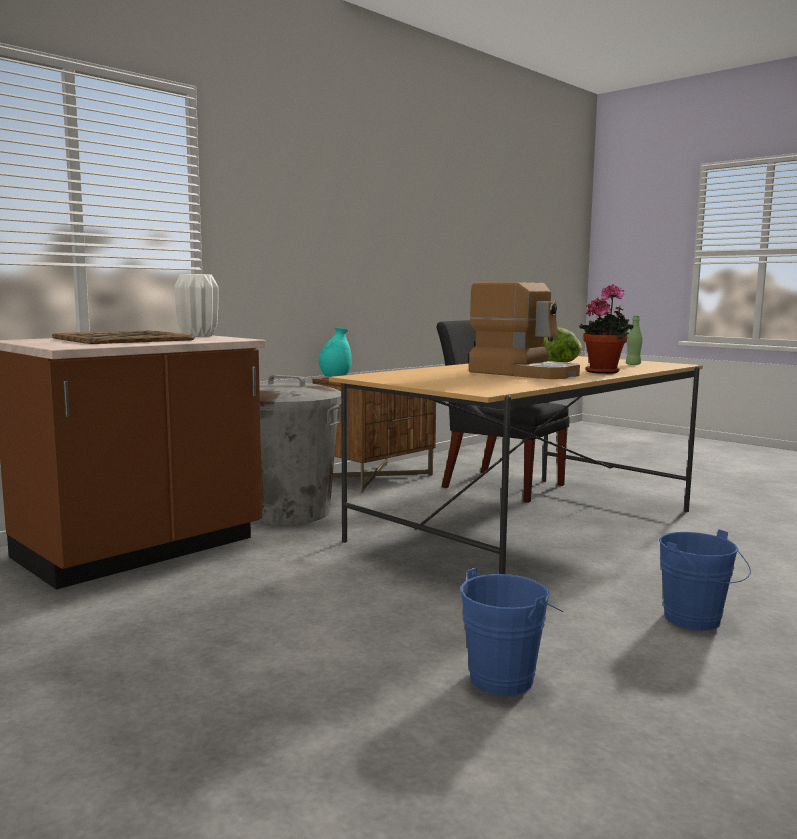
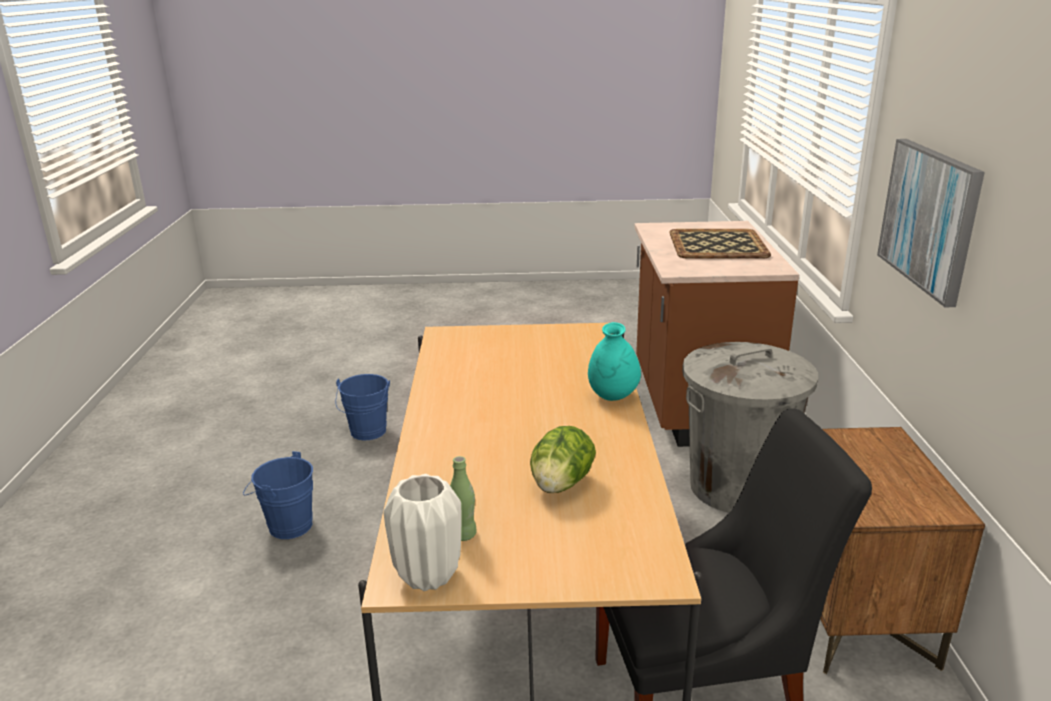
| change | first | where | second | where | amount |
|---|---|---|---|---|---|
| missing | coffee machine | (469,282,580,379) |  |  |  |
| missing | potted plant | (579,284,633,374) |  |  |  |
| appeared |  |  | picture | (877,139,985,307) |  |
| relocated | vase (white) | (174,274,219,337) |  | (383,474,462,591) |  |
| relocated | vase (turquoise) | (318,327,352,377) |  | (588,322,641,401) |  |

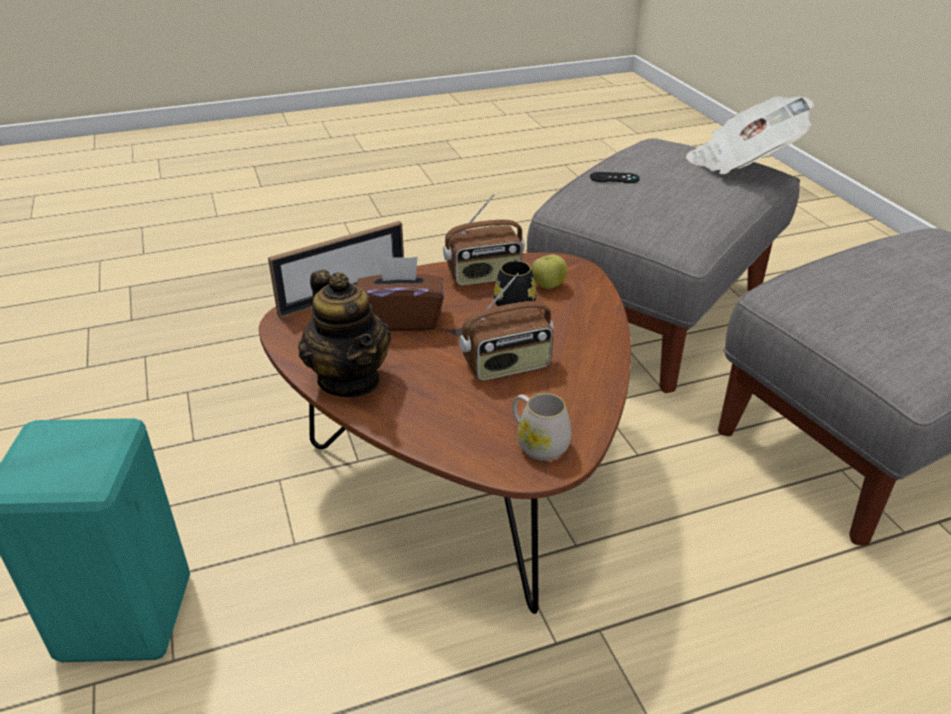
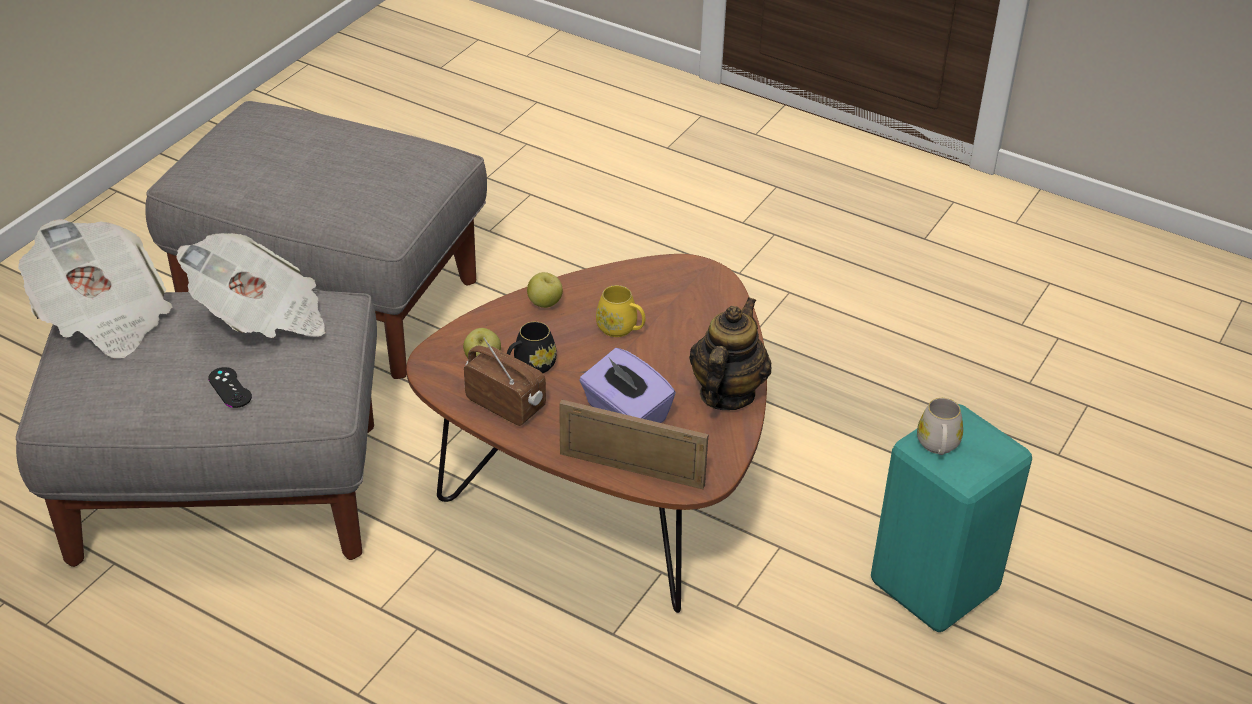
| change | first | where | second | where | amount |
|---|---|---|---|---|---|
| appeared |  |  | newspaper | (177,233,325,338) |  |
| appeared |  |  | apple | (527,272,563,308) |  |
| relocated | mug (white) | (512,393,571,461) |  | (917,398,963,455) |  |
| exchanged | radio | (459,273,554,381) | mug (yellow) | (596,285,645,337) |  |
| colour | tissue box (brown) | (356,257,444,331) | tissue box (purple) | (579,348,676,423) |  |

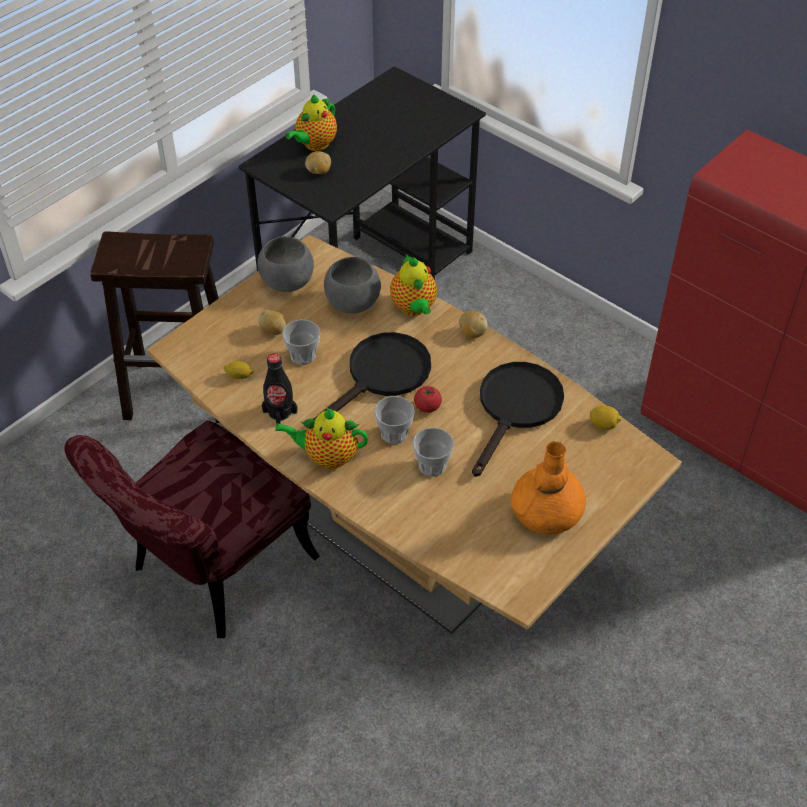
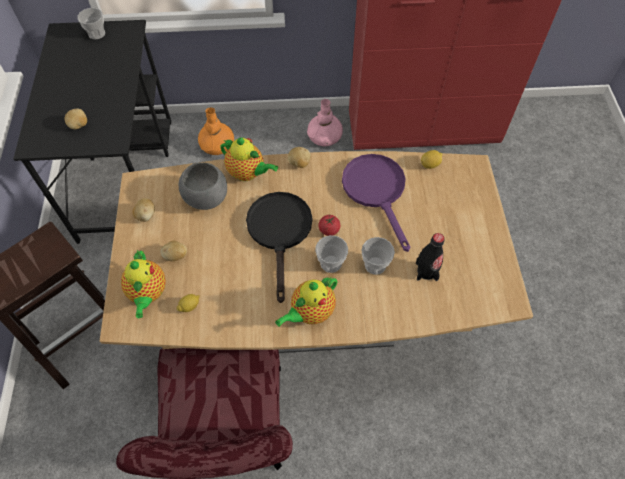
| change | first | where | second | where | amount |
|---|---|---|---|---|---|
| appeared |  |  | vase (pink) | (307,99,343,147) |  |
| relocated | bottle (black) | (262,353,298,424) |  | (416,233,445,281) |  |
| relocated | cup | (282,319,320,365) |  | (77,8,105,40) |  |
| relocated | teapot | (285,95,337,151) |  | (121,250,166,318) |  |
| relocated | vase (orange) | (510,441,586,534) |  | (198,107,234,155) |  |
| exchanged | bowl (grey) | (257,236,314,292) | potato | (132,198,155,222) |  |
| colour | frying pan (black) | (472,362,564,477) | frying pan (purple) | (342,154,410,252) |  |

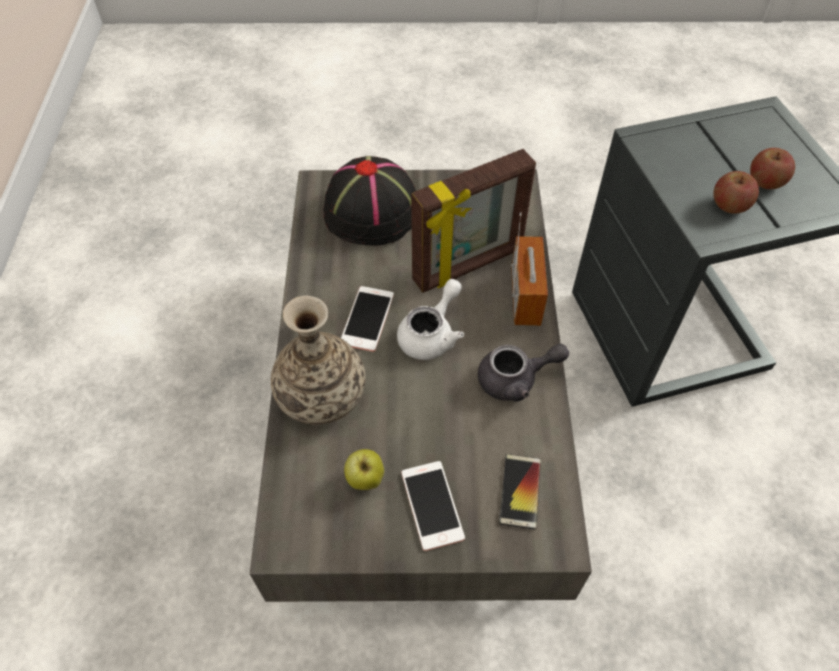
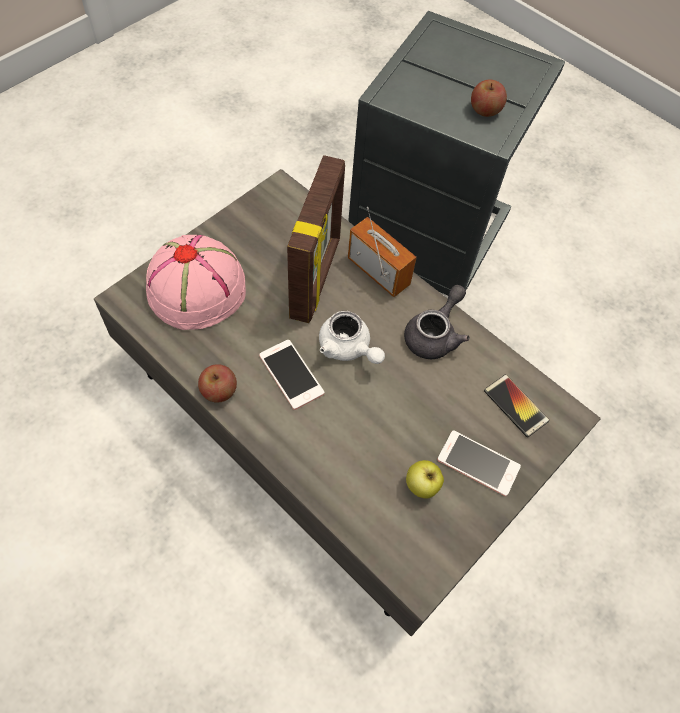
| change | first | where | second | where | amount |
|---|---|---|---|---|---|
| missing | vase | (271,296,366,425) |  |  |  |
| relocated | apple | (750,148,795,189) |  | (198,364,237,403) |  |
| colour | hat (black) | (323,156,416,246) | hat (pink) | (146,235,246,330) |  |
| spun | teapot (white) | (397,279,464,360) |  | (319,311,385,364) | 150 degrees clockwise |

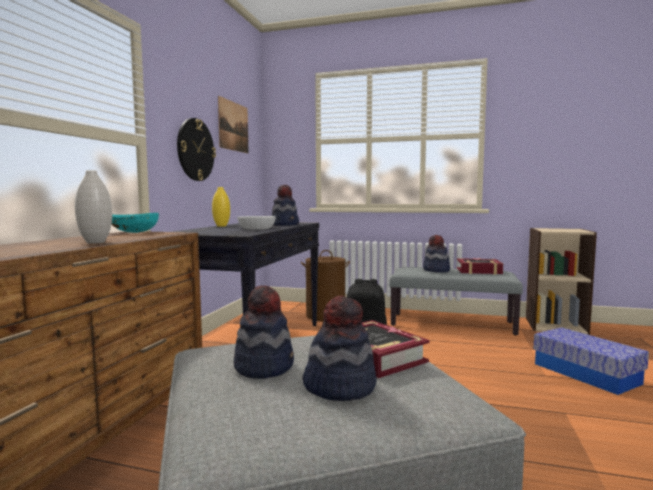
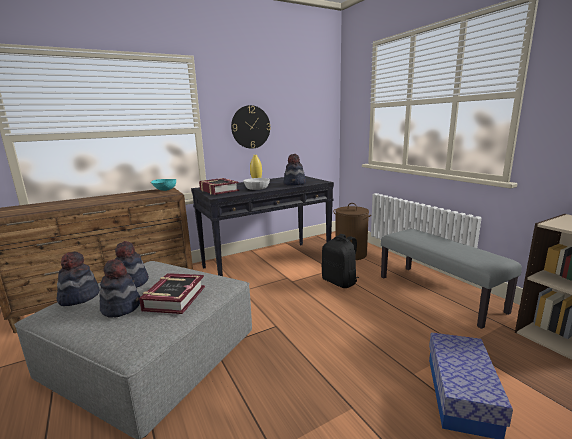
| change | first | where | second | where | amount |
|---|---|---|---|---|---|
| missing | vase (white) | (75,170,112,244) |  |  |  |
| missing | picture | (218,96,249,153) |  |  |  |
| relocated | hat | (423,235,450,273) |  | (57,251,100,306) |  |
| relocated | book | (457,258,503,275) |  | (199,178,239,195) |  |

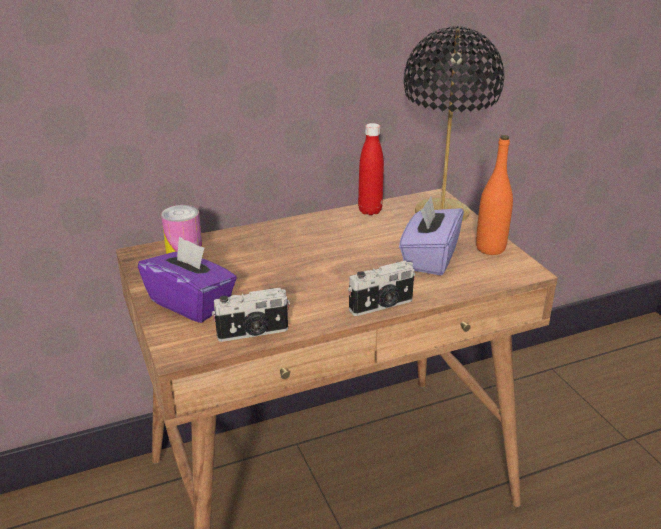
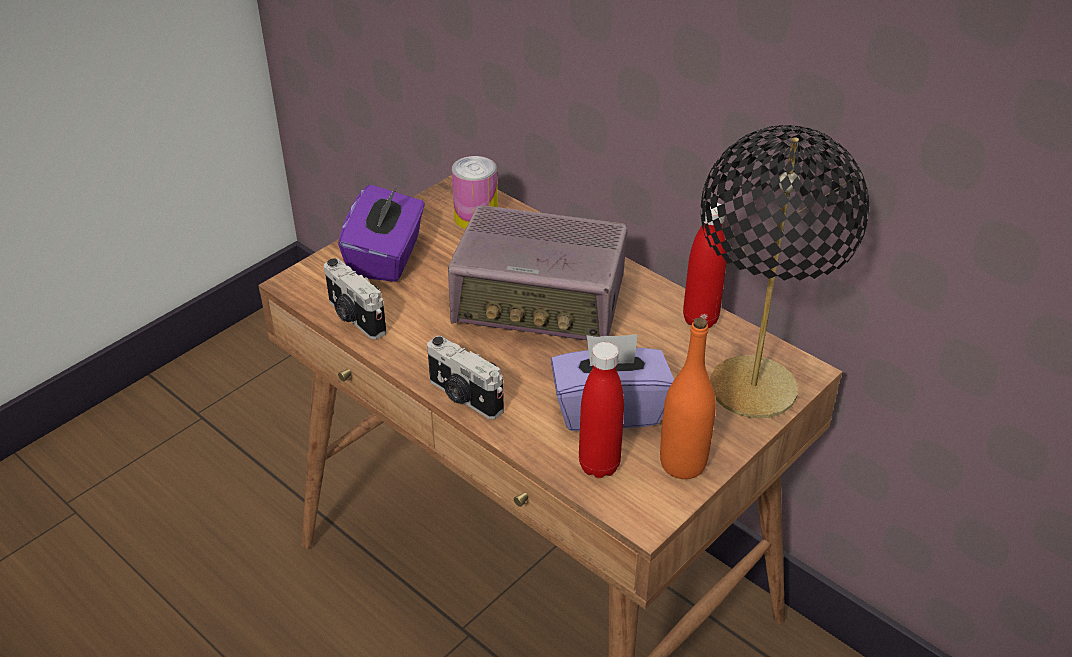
| change | first | where | second | where | amount |
|---|---|---|---|---|---|
| appeared |  |  | radio | (448,205,627,340) |  |
| appeared |  |  | bottle (red) | (579,342,624,478) |  |

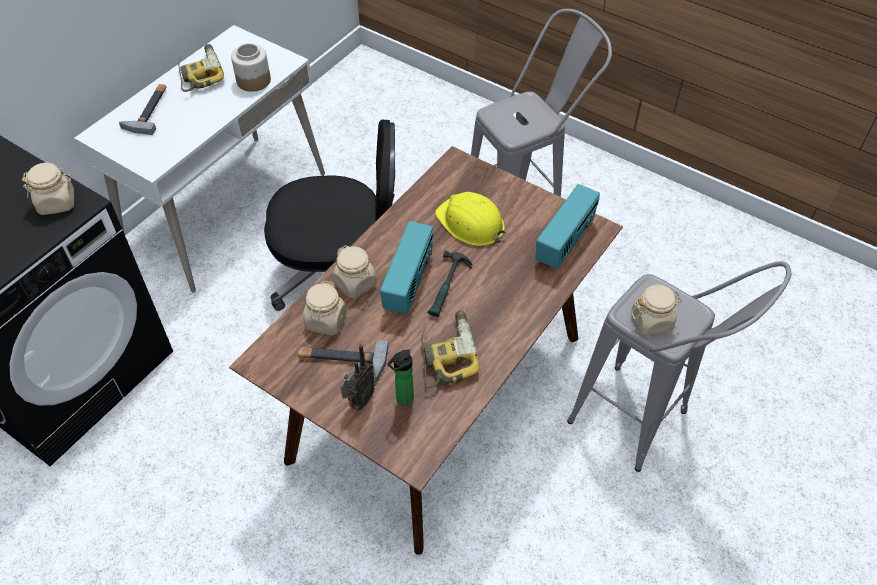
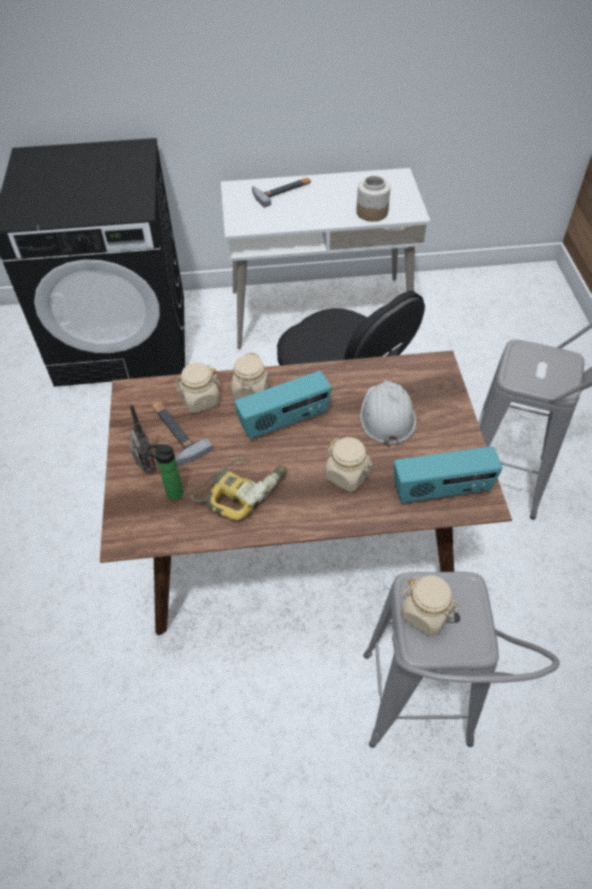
| change | first | where | second | where | amount |
|---|---|---|---|---|---|
| missing | power drill | (178,44,224,92) |  |  |  |
| missing | hammer | (428,251,472,317) |  |  |  |
| relocated | jar (beige) | (21,163,74,215) |  | (325,437,372,492) |  |
| colour | hard hat (yellow) | (435,192,506,246) | hard hat (white) | (360,380,416,447) |  |
| spun | radio | (341,344,375,411) |  | (129,404,157,473) | 105 degrees counterclockwise |

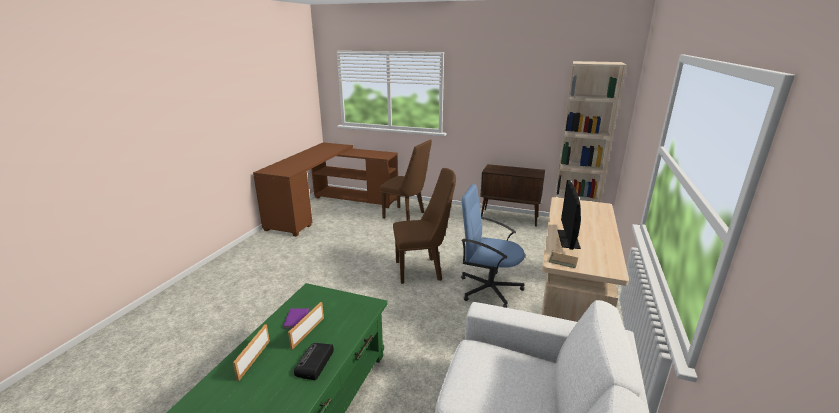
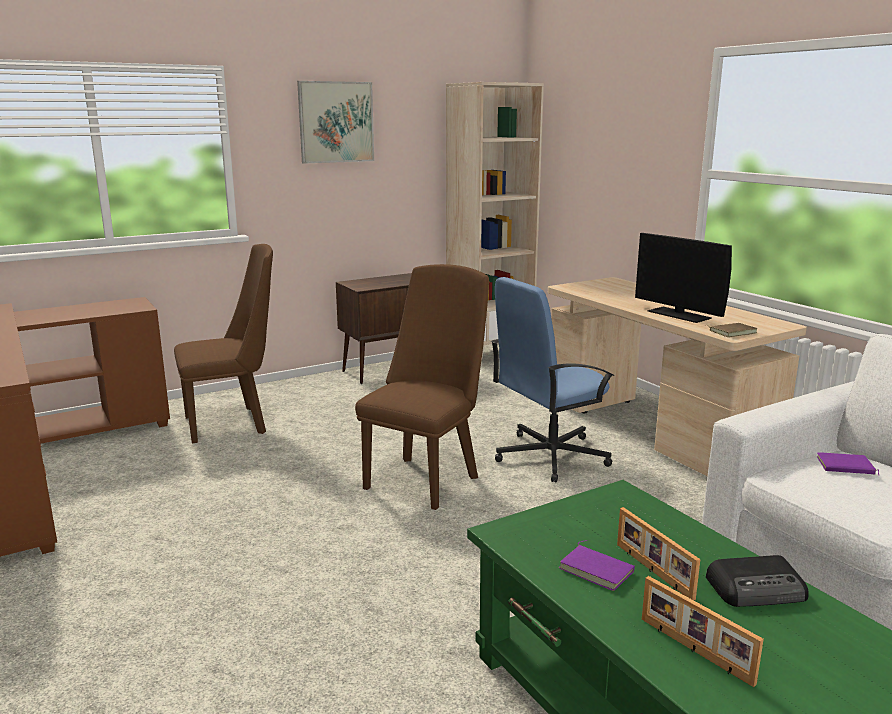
| change | first | where | second | where | amount |
|---|---|---|---|---|---|
| appeared |  |  | picture | (297,81,374,164) |  |
| appeared |  |  | book (purple) | (817,452,880,476) |  |
| spun | radio | (294,343,334,380) |  | (706,555,809,607) | 60 degrees counterclockwise |

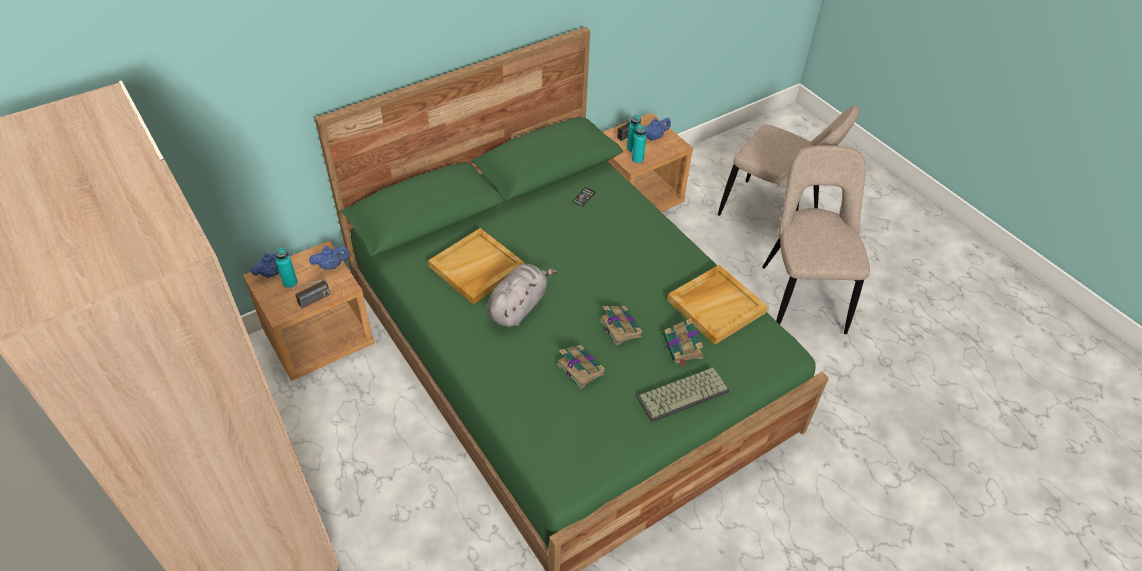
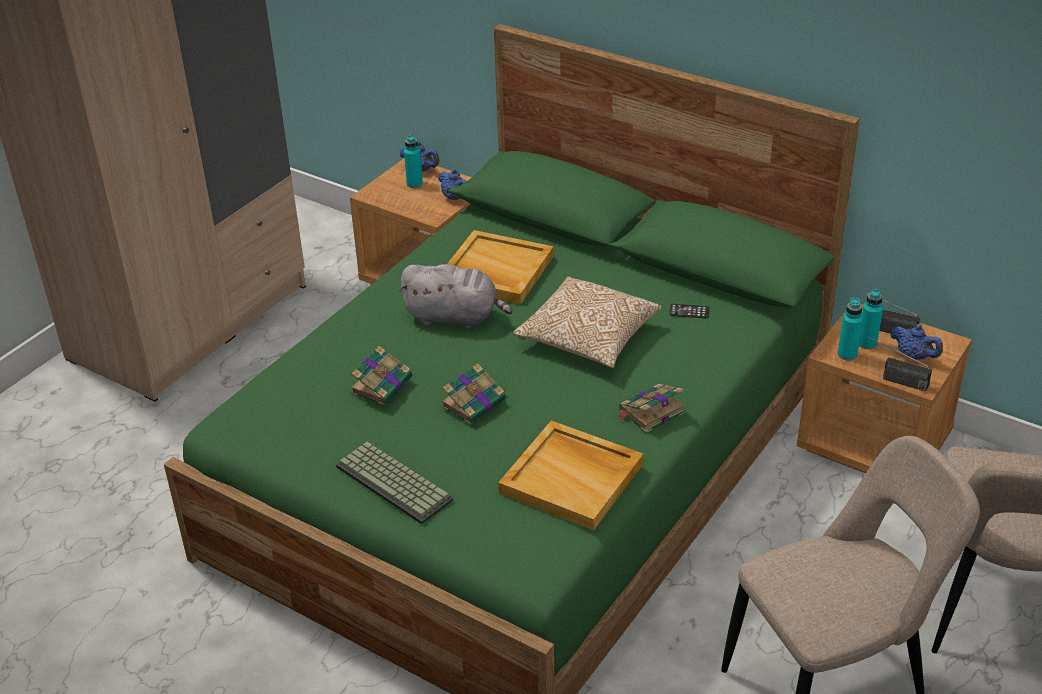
| change | first | where | second | where | amount |
|---|---|---|---|---|---|
| appeared |  |  | pillow | (513,277,662,368) |  |
| relocated | radio | (276,279,330,308) |  | (867,336,932,392) |  |
| relocated | book | (663,318,703,366) |  | (616,384,685,433) |  |

